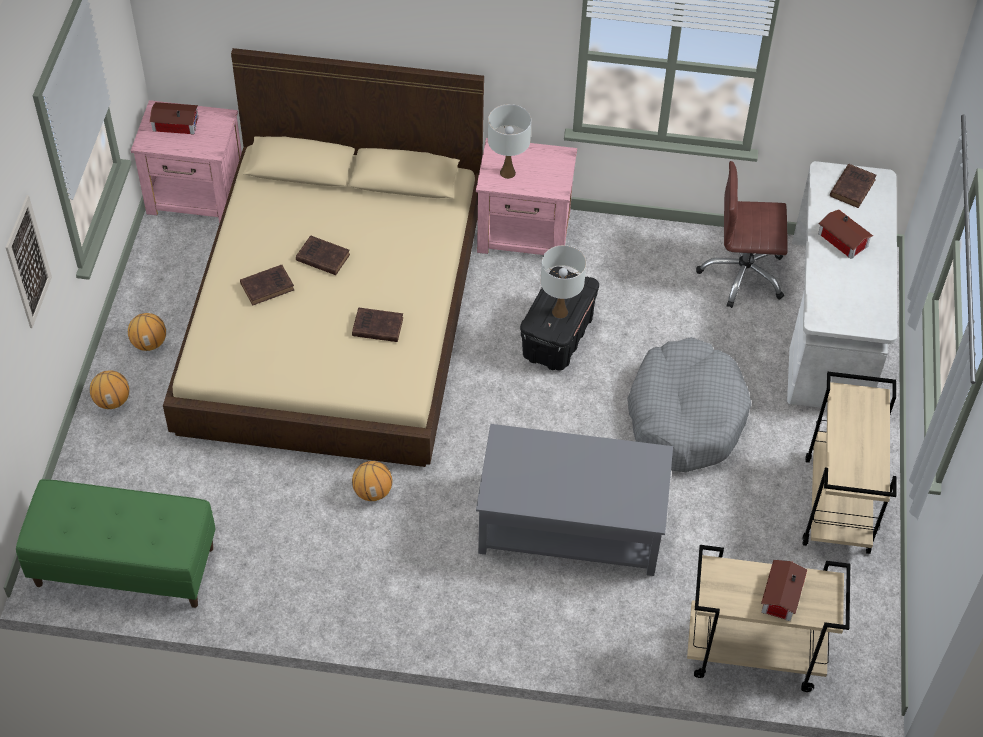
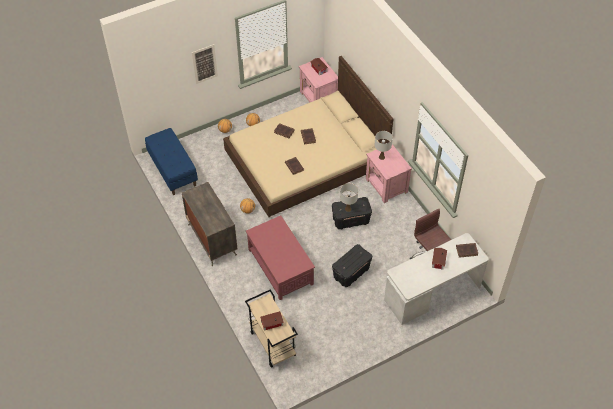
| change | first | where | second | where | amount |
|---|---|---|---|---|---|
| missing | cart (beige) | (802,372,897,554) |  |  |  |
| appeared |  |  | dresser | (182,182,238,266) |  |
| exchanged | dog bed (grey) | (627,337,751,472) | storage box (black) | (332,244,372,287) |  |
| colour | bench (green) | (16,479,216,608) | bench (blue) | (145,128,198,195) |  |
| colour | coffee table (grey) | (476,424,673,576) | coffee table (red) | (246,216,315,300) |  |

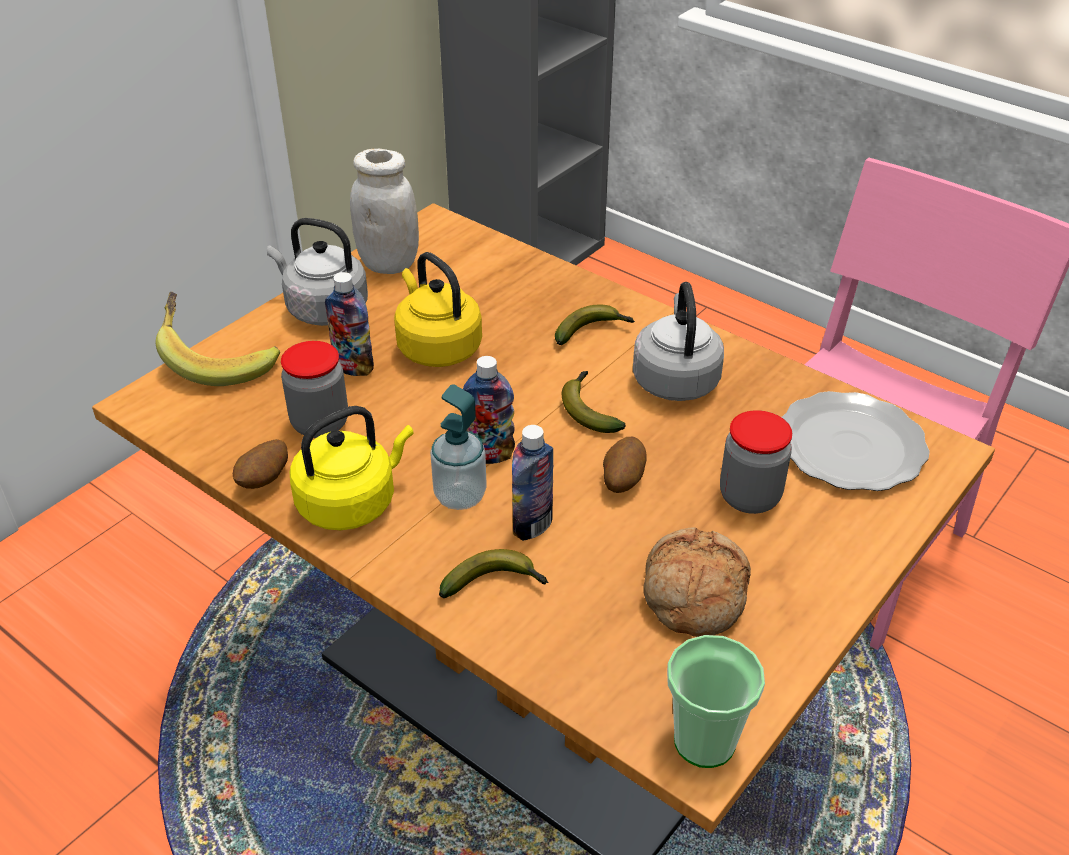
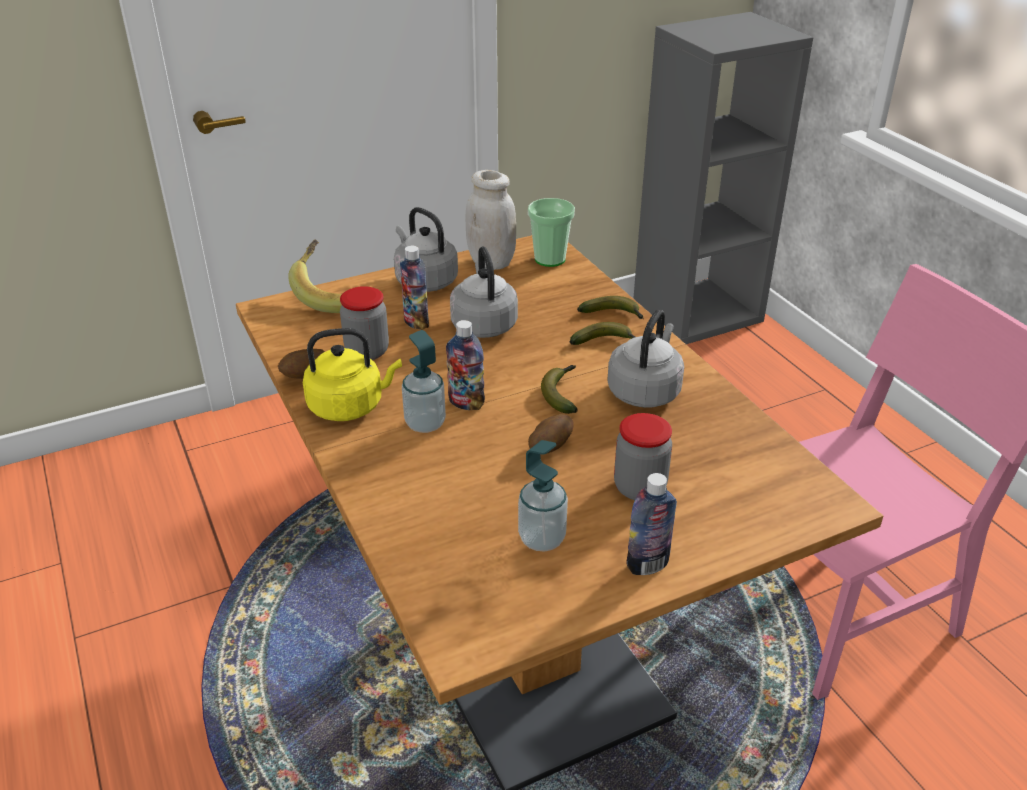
| change | first | where | second | where | amount |
|---|---|---|---|---|---|
| missing | plate | (782,391,930,491) |  |  |  |
| relocated | banana | (439,549,549,598) |  | (577,296,644,319) |  |
| relocated | bottle | (512,425,553,541) |  | (627,473,677,575) |  |
| relocated | cup | (667,635,765,768) |  | (528,198,575,267) |  |
| exchanged | bread | (643,527,751,637) | soap dispenser | (518,440,568,551) |  |
| colour | kettle (yellow) | (394,252,482,367) | kettle (grey) | (450,247,518,338) |  |

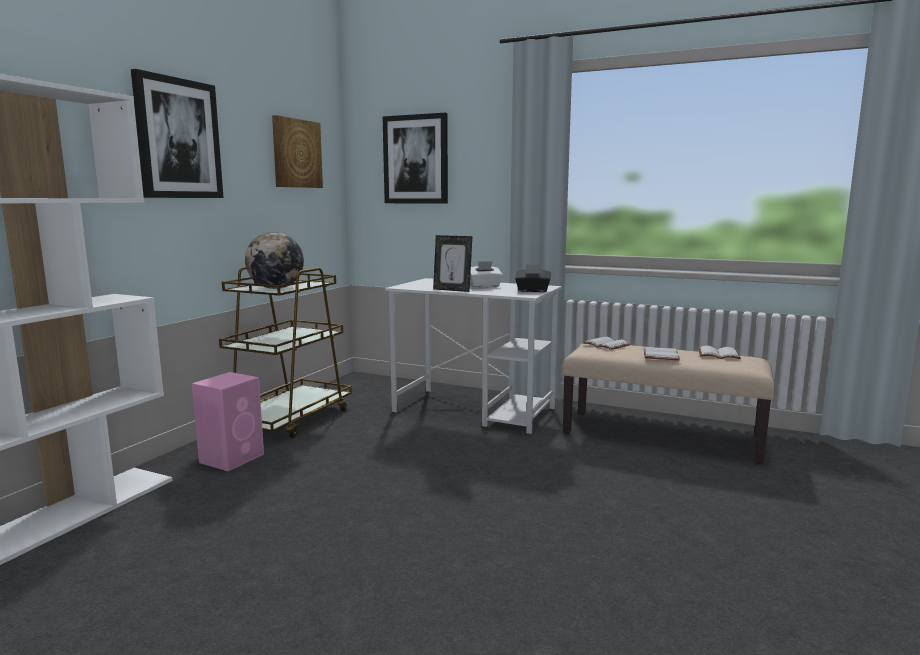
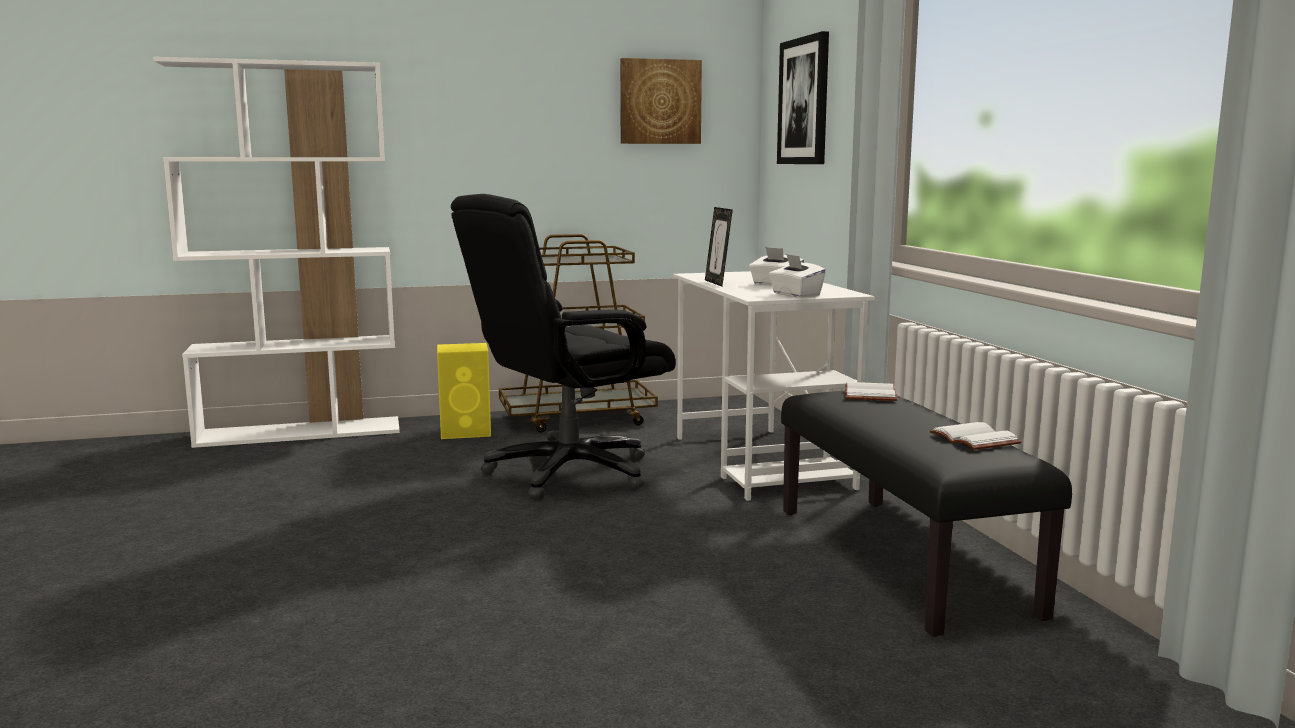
| change | first | where | second | where | amount |
|---|---|---|---|---|---|
| missing | picture | (131,69,223,198) |  |  |  |
| missing | globe | (245,232,304,289) |  |  |  |
| missing | book (white) | (644,347,680,360) |  |  |  |
| appeared |  |  | office chair (black) | (451,194,676,500) |  |
| colour | speaker (pink) | (192,372,264,471) | speaker (yellow) | (437,343,491,439) |  |
| colour | tissue box (black) | (515,264,551,292) | tissue box (white) | (769,254,826,298) |  |
| colour | bench (beige) | (562,343,775,464) | bench (black) | (781,391,1072,637) |  |

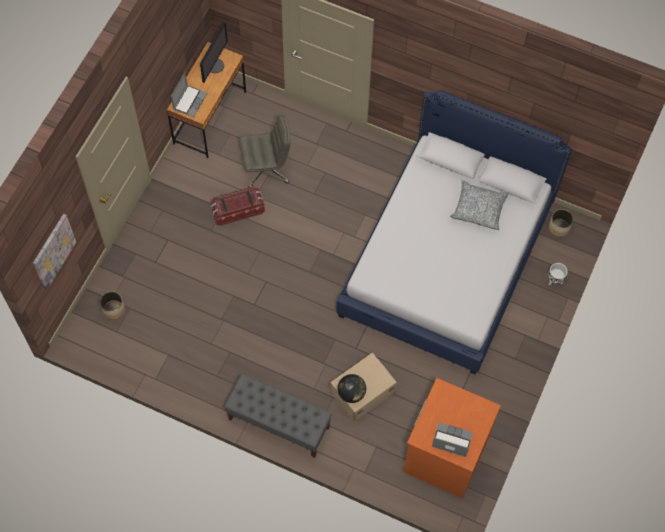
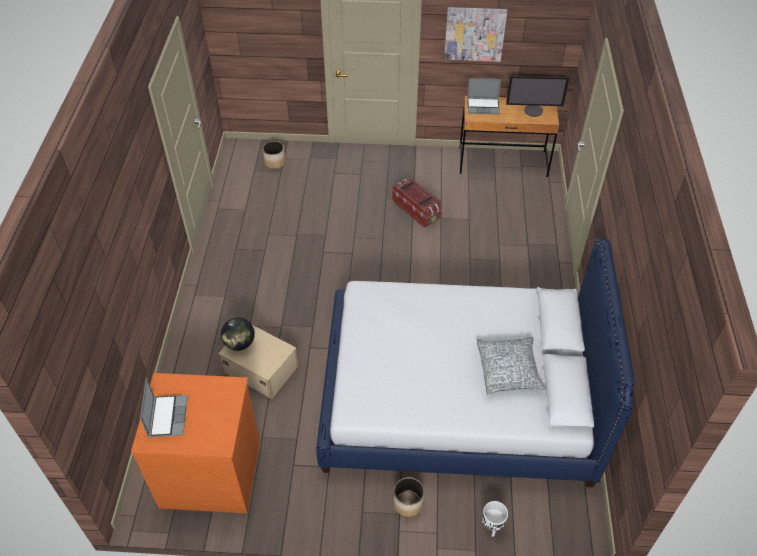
| change | first | where | second | where | amount |
|---|---|---|---|---|---|
| missing | bench (grey) | (224,374,332,458) |  |  |  |
| missing | office chair (grey) | (239,115,291,187) |  |  |  |
| relocated | picture | (33,214,76,290) |  | (444,7,507,62) |  |
| relocated | planter | (549,209,573,237) |  | (393,477,424,517) |  |

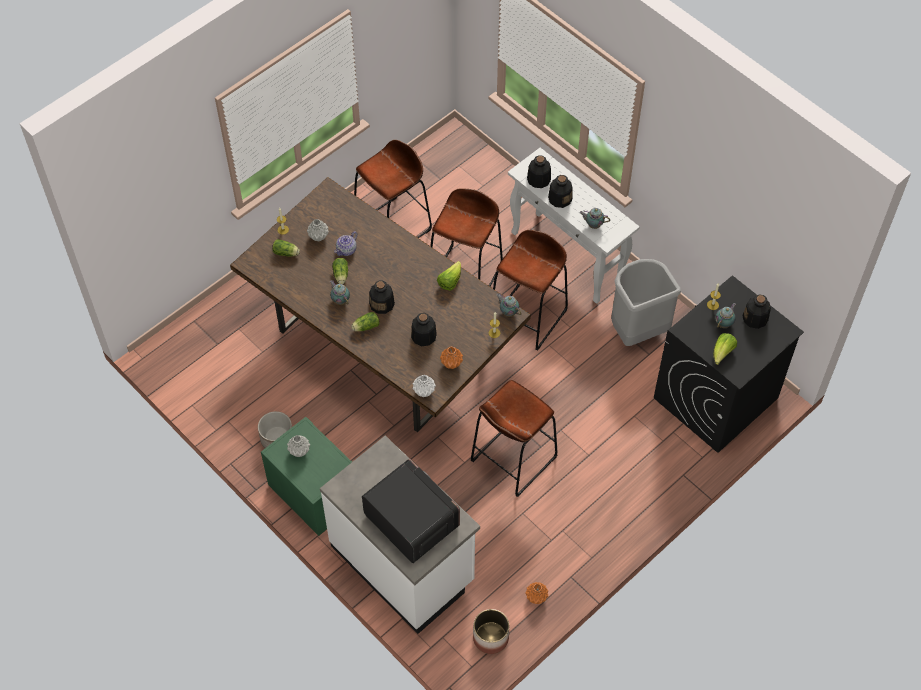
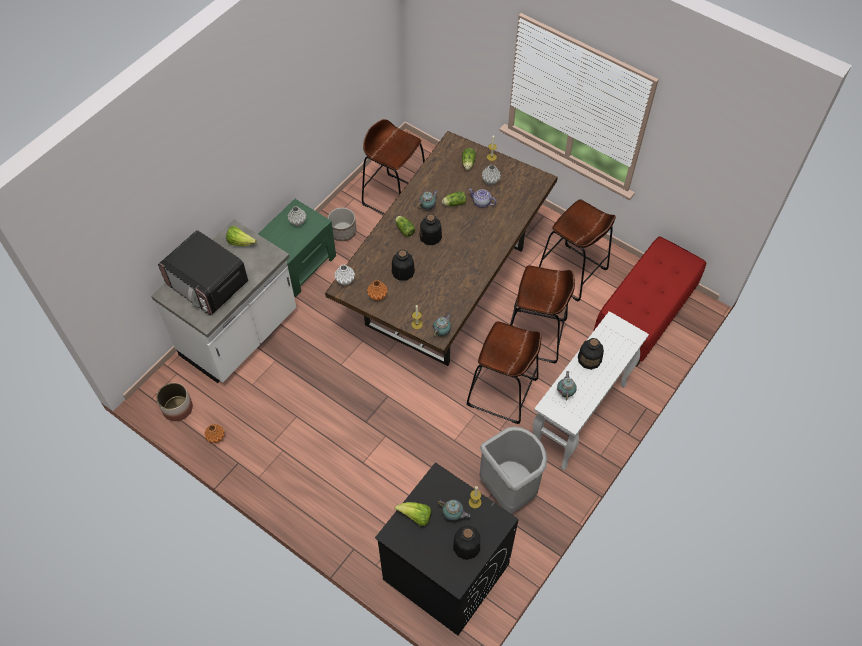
| change | first | where | second | where | amount |
|---|---|---|---|---|---|
| missing | bottle | (527,155,551,188) |  |  |  |
| appeared |  |  | bench (red) | (594,236,706,367) |  |
| relocated | lettuce | (437,261,461,291) |  | (226,226,257,247) |  |
| relocated | stool (brown) | (471,380,557,497) |  | (362,119,425,215) |  |
| spun | microwave | (362,459,460,563) |  | (158,230,248,315) | 90 degrees clockwise |

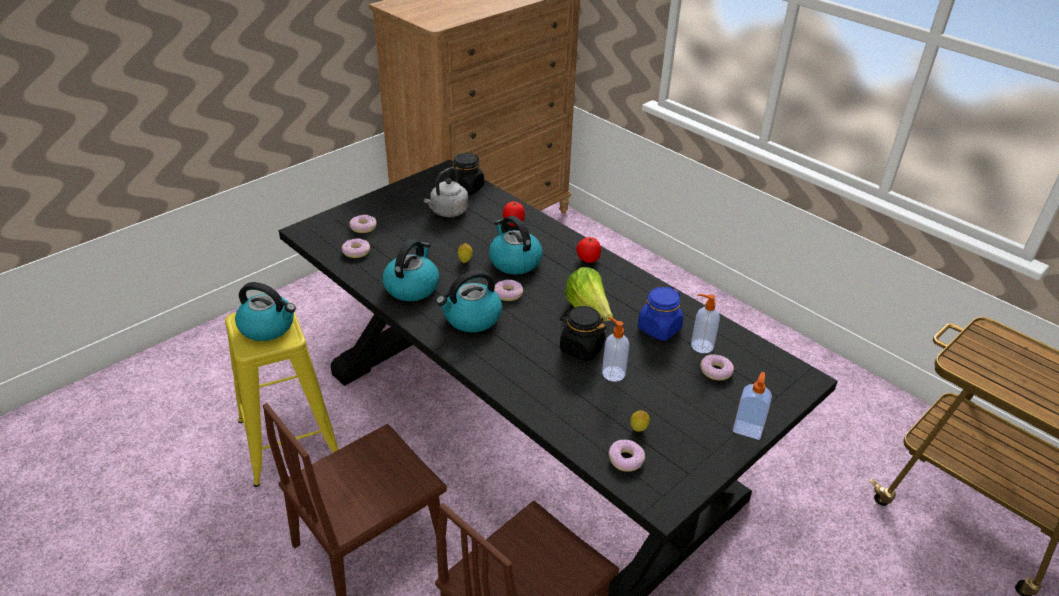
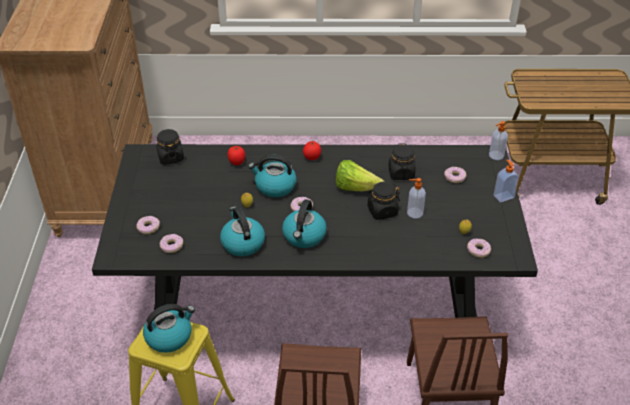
| change | first | where | second | where | amount |
|---|---|---|---|---|---|
| missing | kettle (grey) | (424,167,468,217) |  |  |  |
| relocated | soap dispenser | (691,294,720,353) |  | (489,121,508,160) |  |
| colour | jar (blue) | (638,287,683,341) | jar (black) | (388,143,416,180) |  |

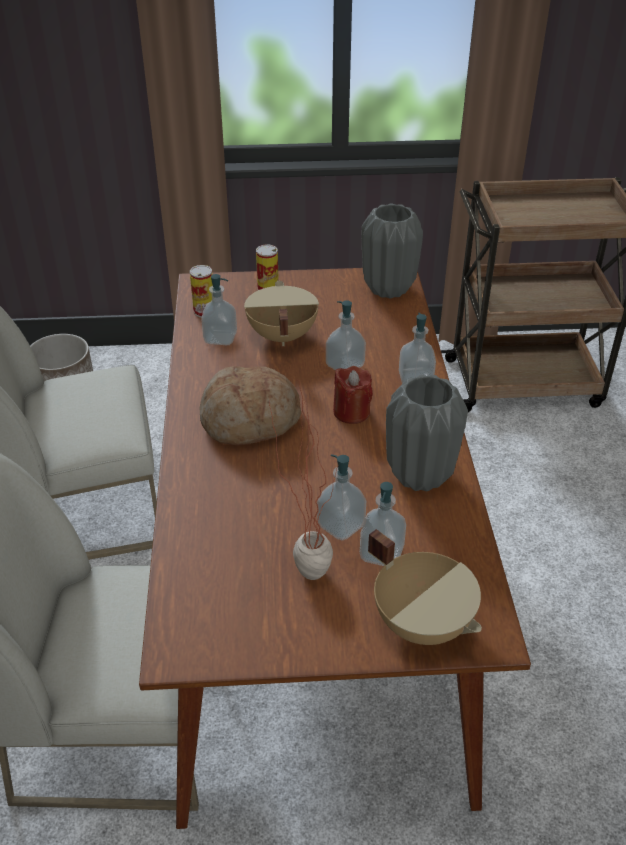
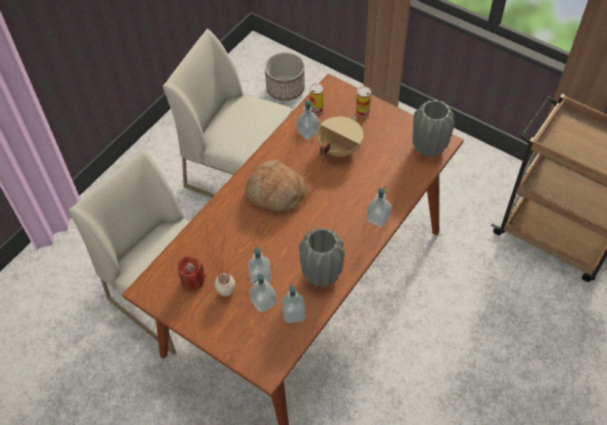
| change | first | where | second | where | amount |
|---|---|---|---|---|---|
| missing | cooking pot (beige) | (368,529,482,645) |  |  |  |
| relocated | soap dispenser | (326,300,366,370) |  | (282,283,305,323) |  |
| relocated | candle (red) | (333,366,373,424) |  | (178,256,205,290) |  |

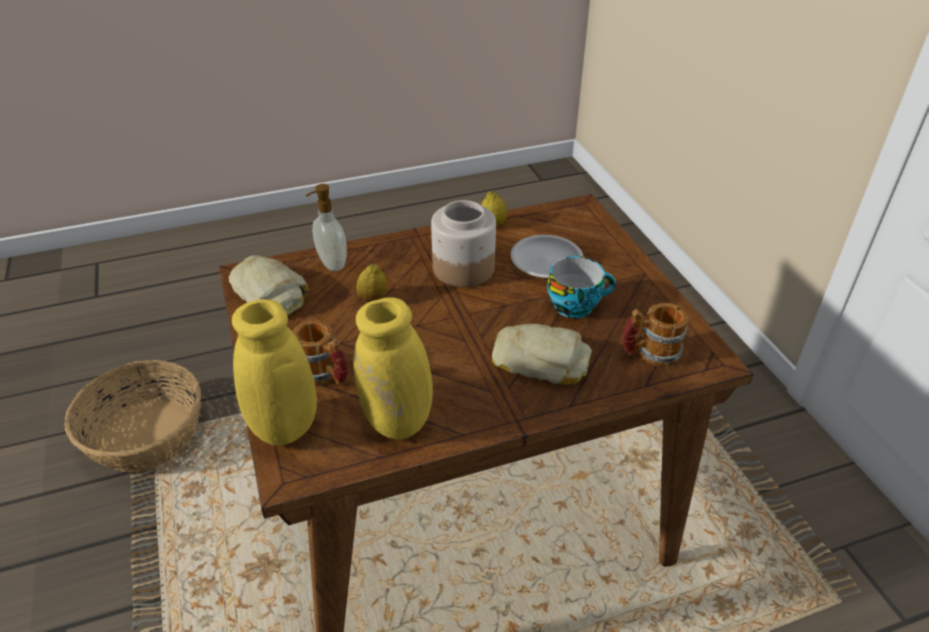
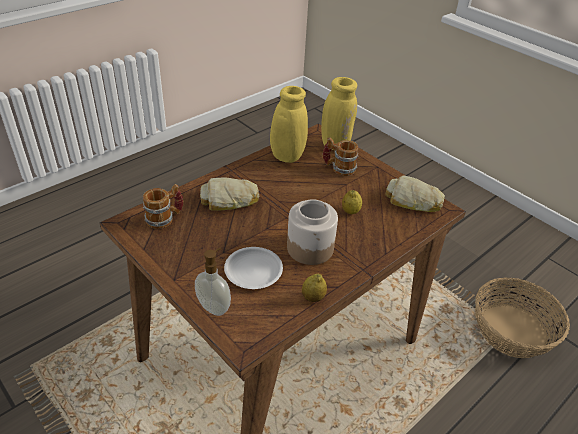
| change | first | where | second | where | amount |
|---|---|---|---|---|---|
| missing | cup | (547,256,616,318) |  |  |  |
| relocated | soap dispenser | (305,184,347,271) |  | (195,248,231,316) |  |

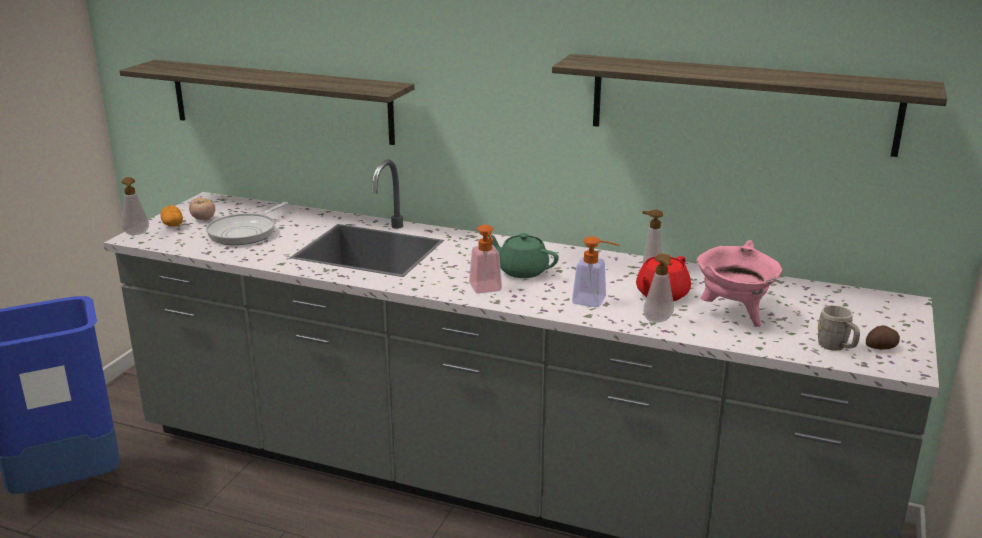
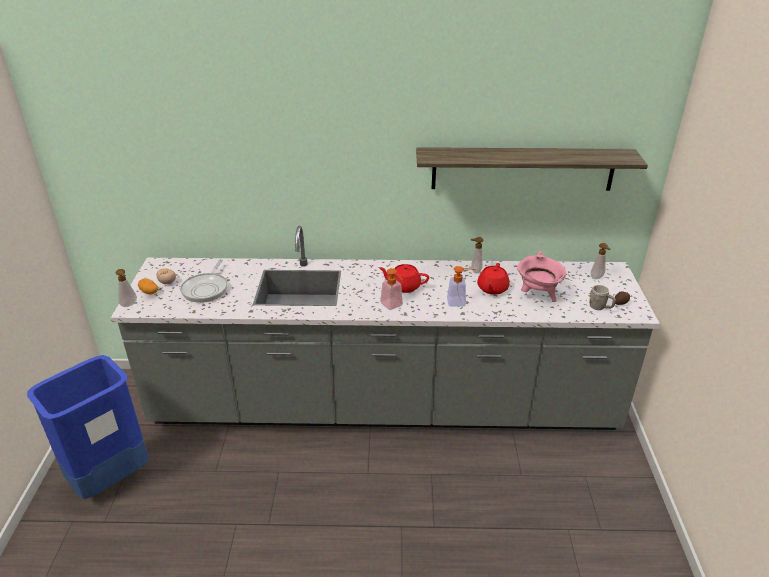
| change | first | where | second | where | amount |
|---|---|---|---|---|---|
| missing | shelf | (120,60,414,145) |  |  |  |
| relocated | soap dispenser | (643,254,674,322) |  | (591,243,611,279) |  |
| colour | teapot (green) | (488,233,559,278) | teapot (red) | (378,264,429,293) |  |

